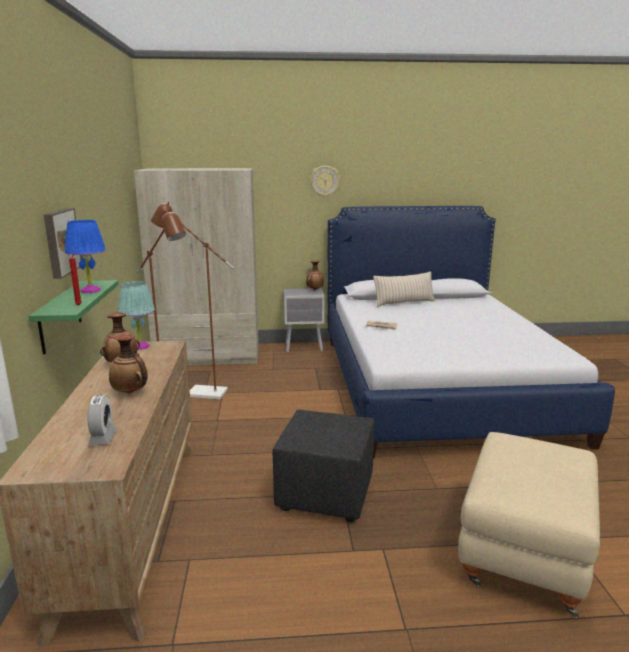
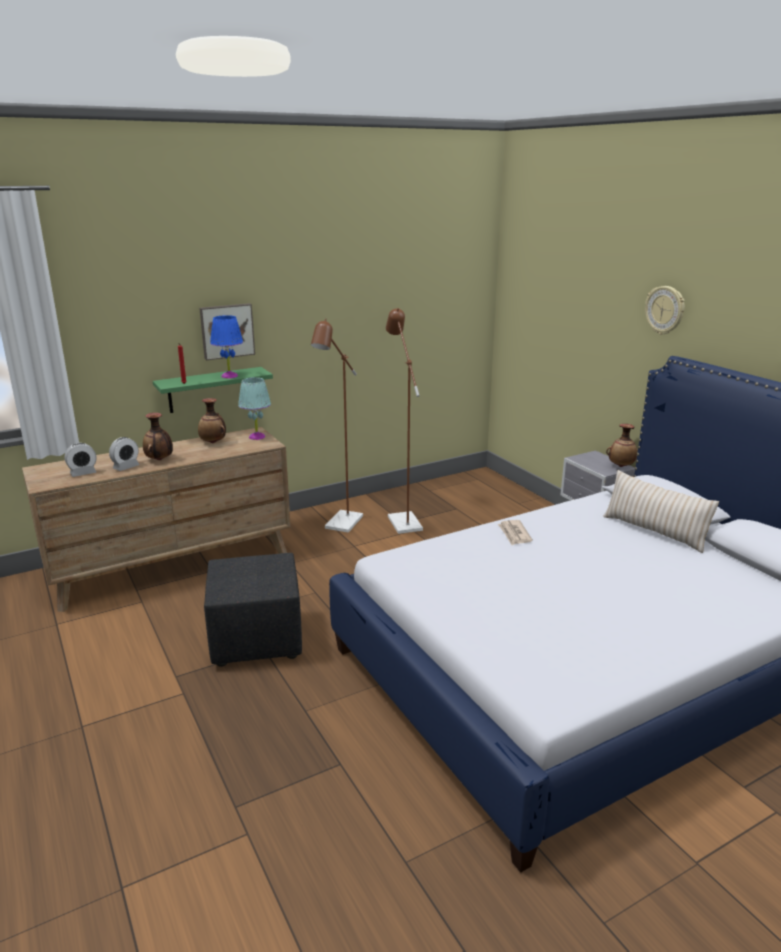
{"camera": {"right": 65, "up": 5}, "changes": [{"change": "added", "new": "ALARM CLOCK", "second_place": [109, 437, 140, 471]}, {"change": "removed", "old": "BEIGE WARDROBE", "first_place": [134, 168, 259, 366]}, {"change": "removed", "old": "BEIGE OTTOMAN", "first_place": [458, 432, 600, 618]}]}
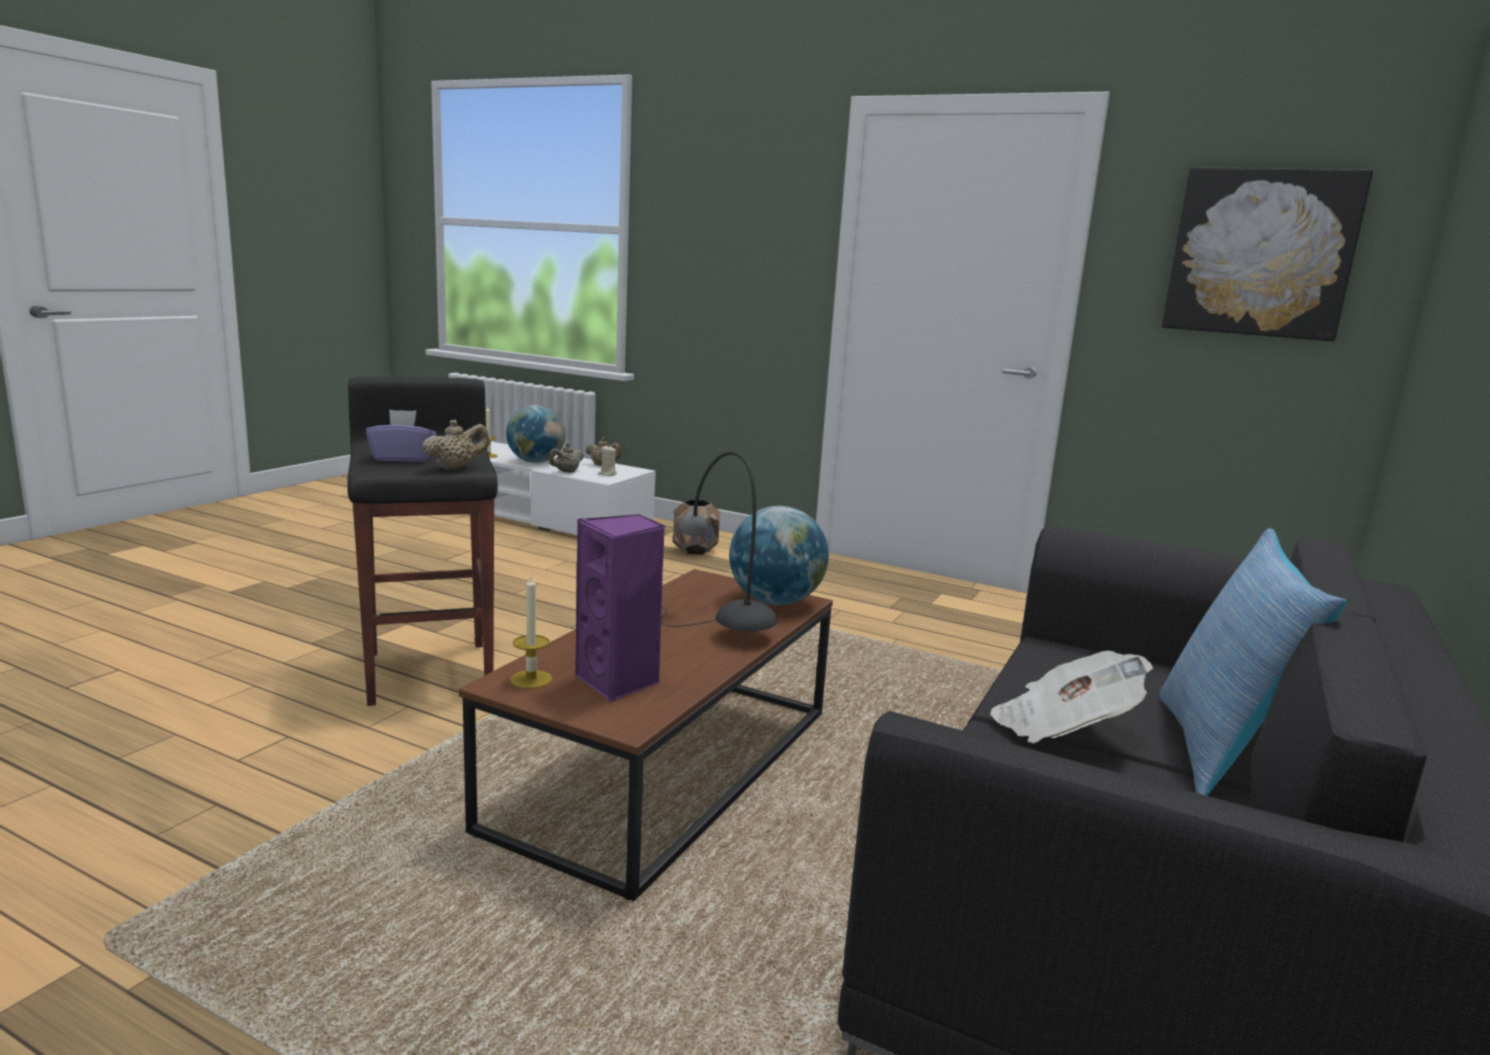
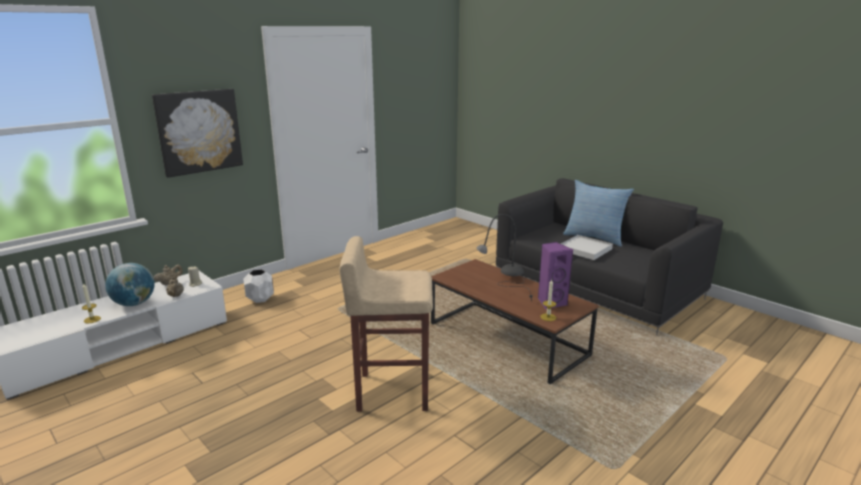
{"camera": {"right": -70, "up": 5}, "changes": [{"change": "moved", "old": "PICTURE", "first_place": [1162, 167, 1373, 341], "second_place": [152, 89, 243, 178]}, {"change": "recoloured", "old": "BROWN PLANTER", "new": "WHITE PLANTER", "first_place": [672, 500, 720, 554], "second_place": [243, 269, 274, 303]}, {"change": "recoloured", "old": "BLACK STOOL", "new": "BEIGE STOOL", "first_place": [347, 377, 498, 706], "second_place": [340, 236, 433, 412]}, {"change": "replaced", "old": "NEWSPAPER", "new": "WHITE TRAY", "first_place": [990, 650, 1153, 743], "second_place": [561, 235, 613, 260]}, {"change": "removed", "old": "PURPLE TISSUE BOX", "first_place": [366, 410, 436, 462]}, {"change": "removed", "old": "BEIGE TEAPOT", "first_place": [422, 419, 489, 470]}, {"change": "removed", "old": "GLOBE", "first_place": [729, 506, 829, 605]}]}
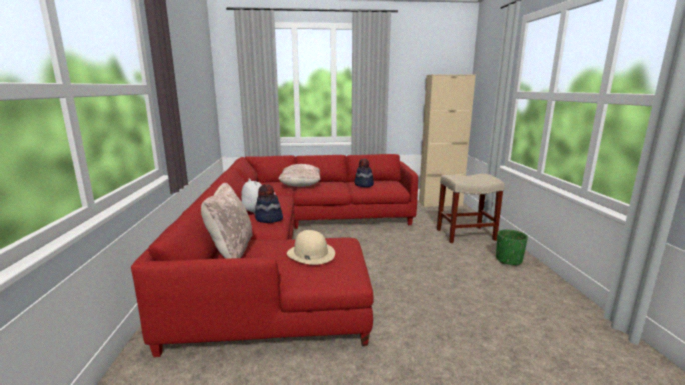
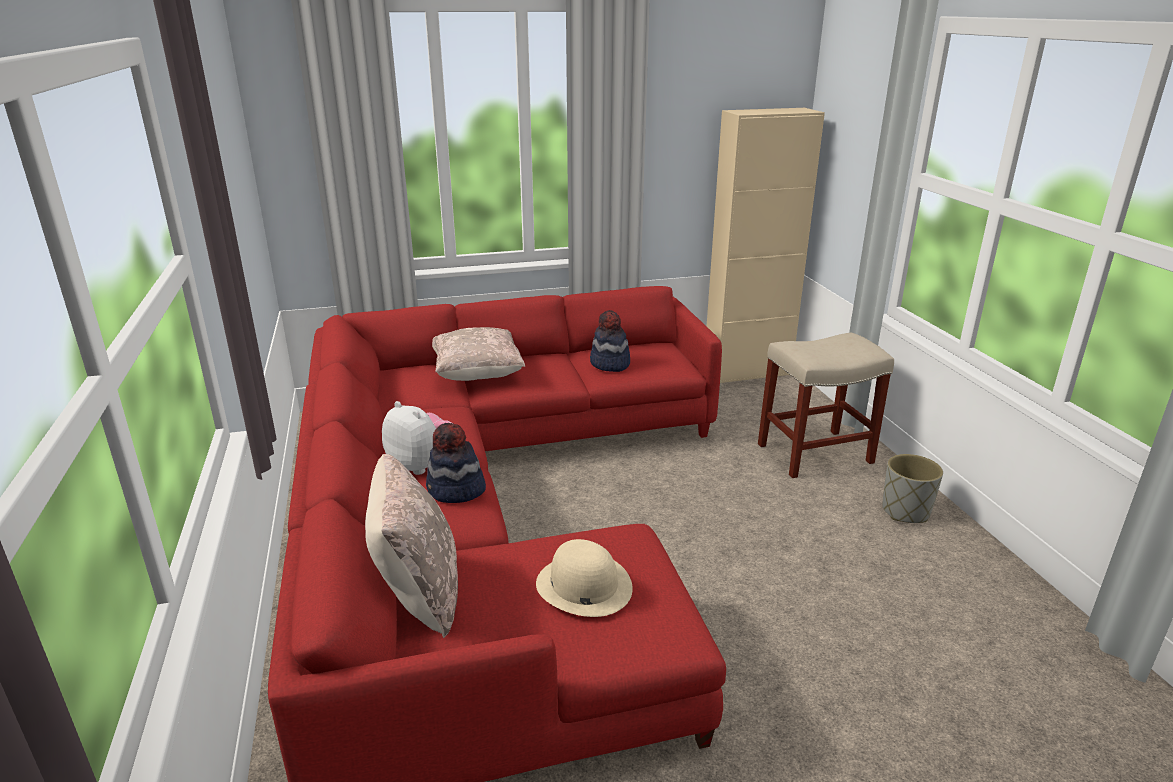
{"camera": {"right": -10, "up": 10}, "changes": [{"change": "recoloured", "old": "GREEN PLANTER", "new": "GREY PLANTER", "first_place": [496, 229, 528, 265], "second_place": [882, 454, 943, 523]}]}
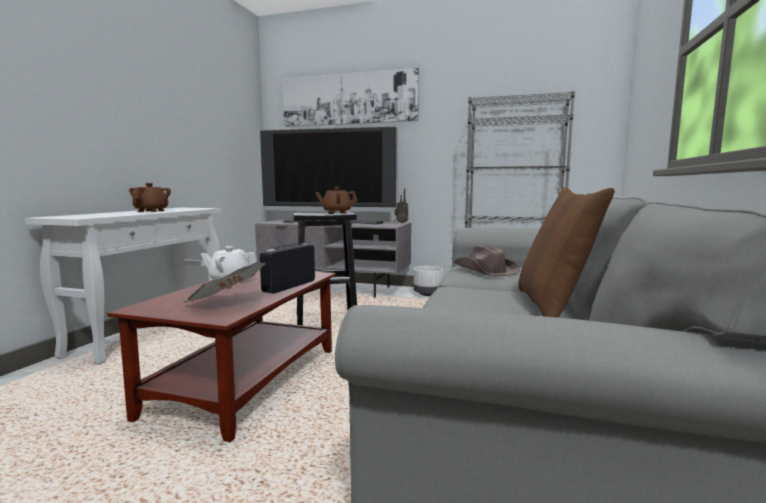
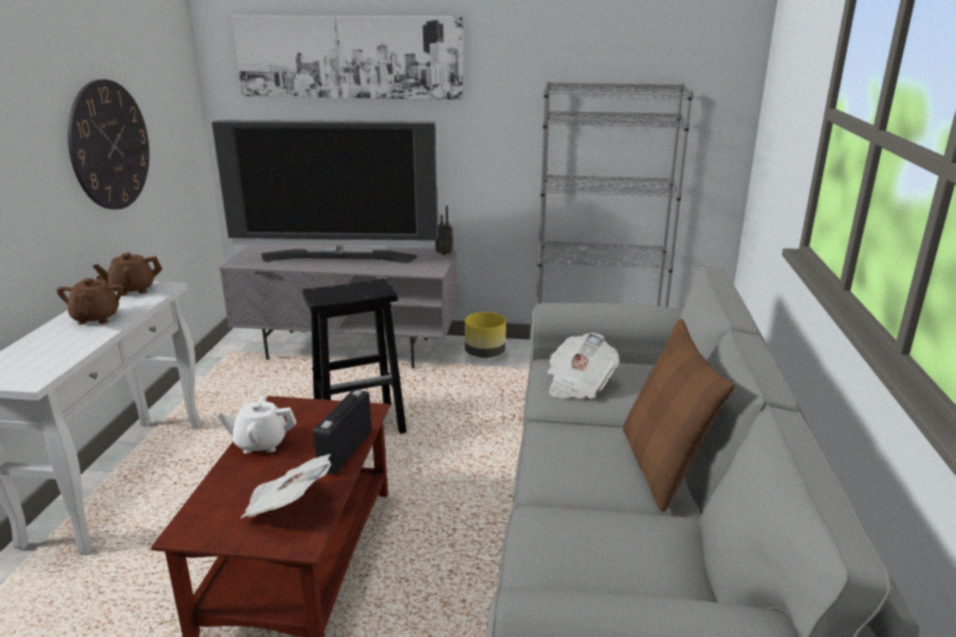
{"camera": {"right": -10, "up": 15}, "changes": [{"change": "added", "new": "WALL CLOCK", "second_place": [68, 79, 149, 210]}, {"change": "moved", "old": "BROWN TEAPOT", "first_place": [315, 187, 357, 214], "second_place": [93, 252, 162, 296]}, {"change": "recoloured", "old": "WHITE PLANTER", "new": "YELLOW PLANTER", "first_place": [414, 266, 443, 296], "second_place": [465, 312, 506, 358]}, {"change": "replaced", "old": "BROWN HAT", "new": "NEWSPAPER", "first_place": [454, 245, 520, 276], "second_place": [547, 333, 619, 399]}]}
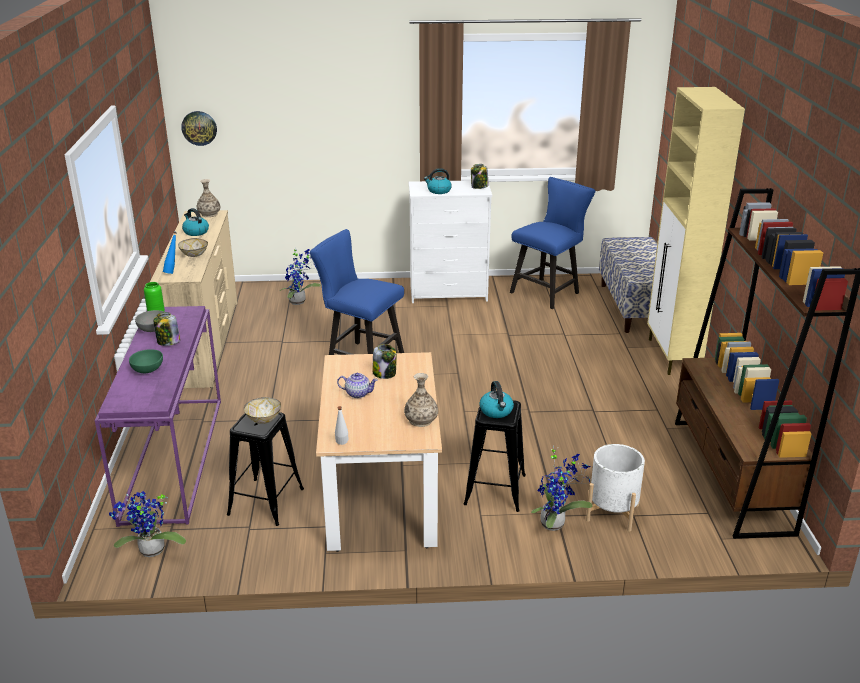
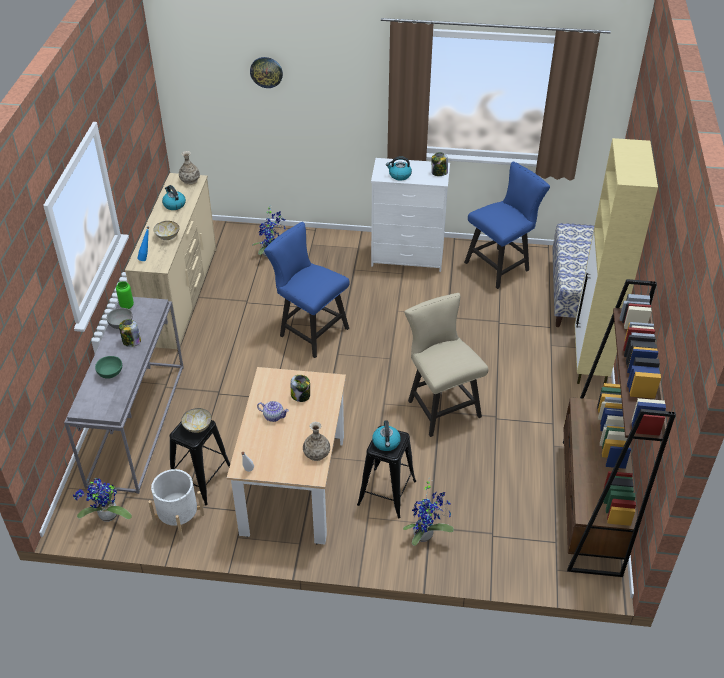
{"camera": {"right": 10, "up": 15}, "changes": [{"change": "recoloured", "old": "PURPLE CONSOLE TABLE", "new": "GREY CONSOLE TABLE", "first_place": [95, 306, 221, 527], "second_place": [64, 297, 184, 494]}, {"change": "moved", "old": "WHITE PLANTER", "first_place": [586, 444, 645, 532], "second_place": [148, 469, 205, 540]}, {"change": "moved", "old": "WALL CLOCK", "first_place": [181, 111, 217, 146], "second_place": [250, 57, 283, 88]}, {"change": "added", "new": "BEIGE CHAIR", "second_place": [404, 293, 488, 437]}]}
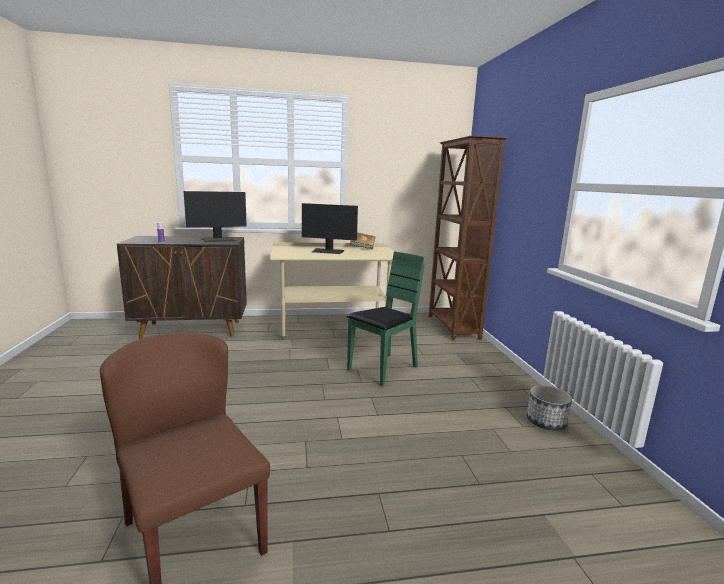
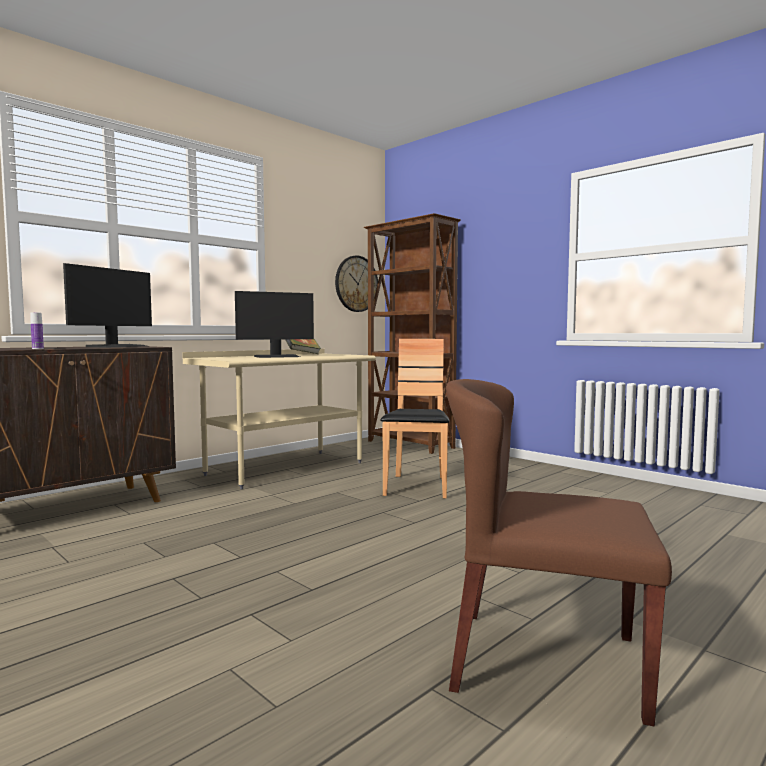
{"camera": {"right": -35, "up": -10}, "changes": [{"change": "added", "new": "WALL CLOCK", "second_place": [335, 256, 378, 312]}, {"change": "recoloured", "old": "GREEN CHAIR", "new": "BROWN CHAIR", "first_place": [347, 251, 425, 386], "second_place": [380, 339, 450, 499]}, {"change": "removed", "old": "PLANTER", "first_place": [527, 385, 572, 430]}]}
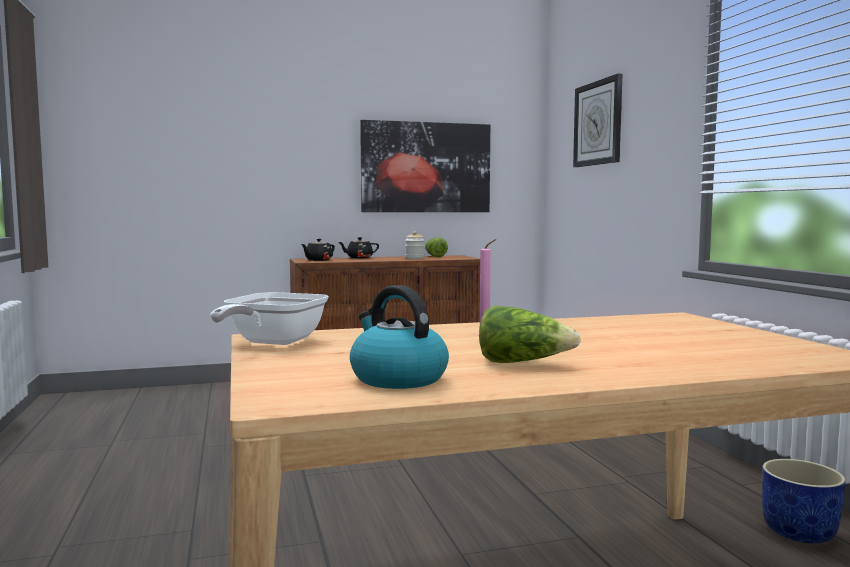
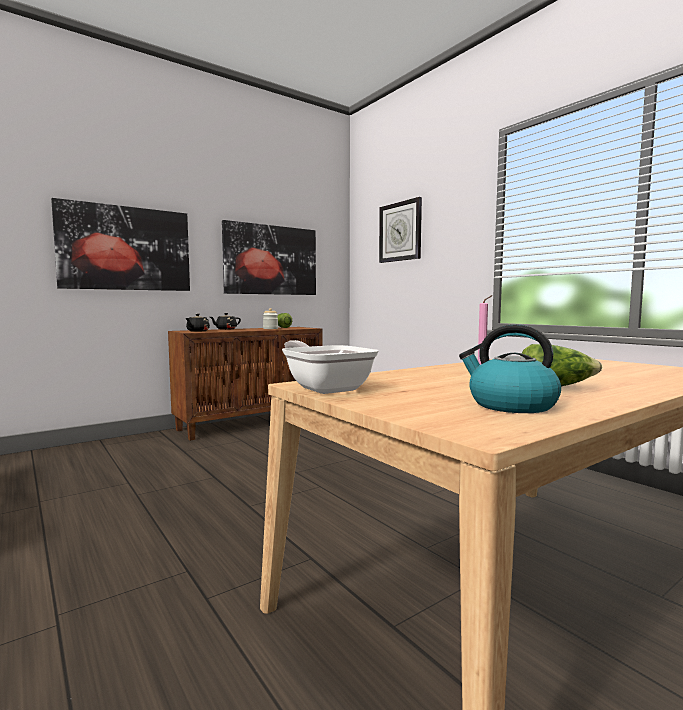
{"camera": {"right": -20, "up": 0}, "changes": [{"change": "added", "new": "PICTURE", "second_place": [51, 198, 190, 291]}, {"change": "turned", "old": "FRYING PAN", "first_place": [210, 292, 329, 345], "second_place": [282, 340, 379, 394], "degrees": 150}, {"change": "removed", "old": "BLUE PLANTER", "first_place": [762, 459, 846, 543]}]}
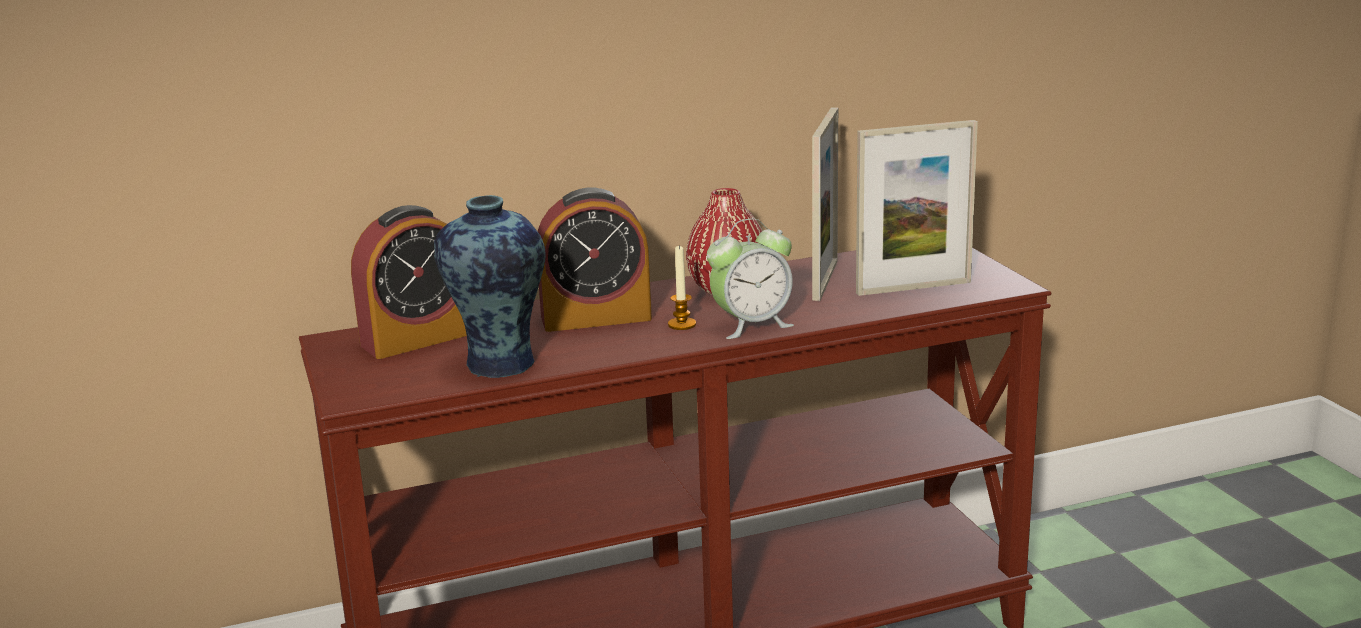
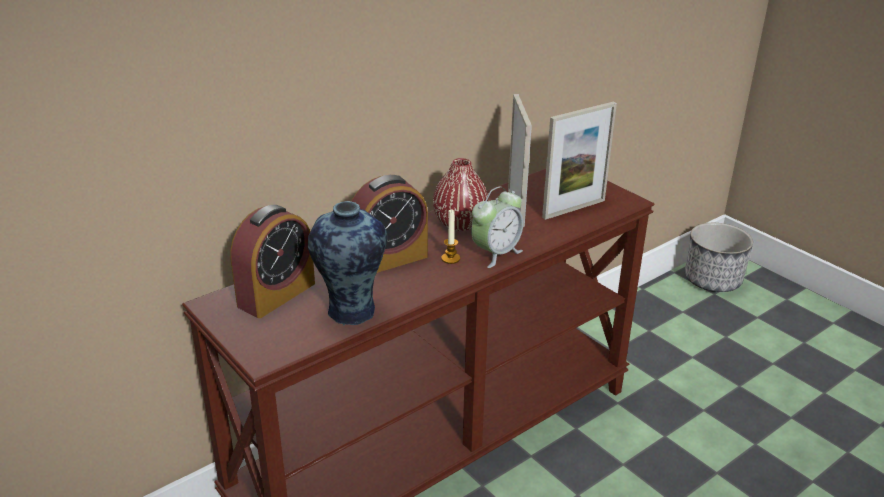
{"camera": {"right": -20, "up": 10}, "changes": [{"change": "added", "new": "PLANTER", "second_place": [685, 223, 753, 292]}]}
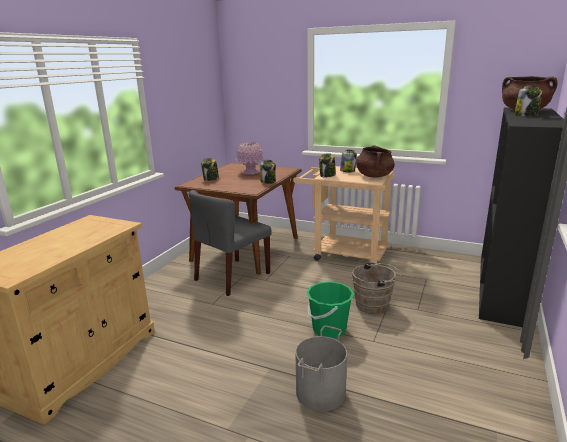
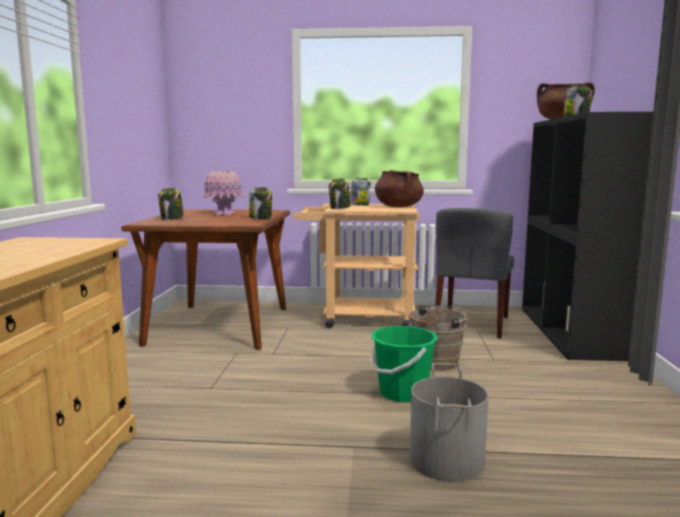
{"camera": {"right": -20, "up": -10}, "changes": [{"change": "moved", "old": "GREY CHAIR", "first_place": [189, 190, 272, 296], "second_place": [435, 208, 514, 339]}]}
